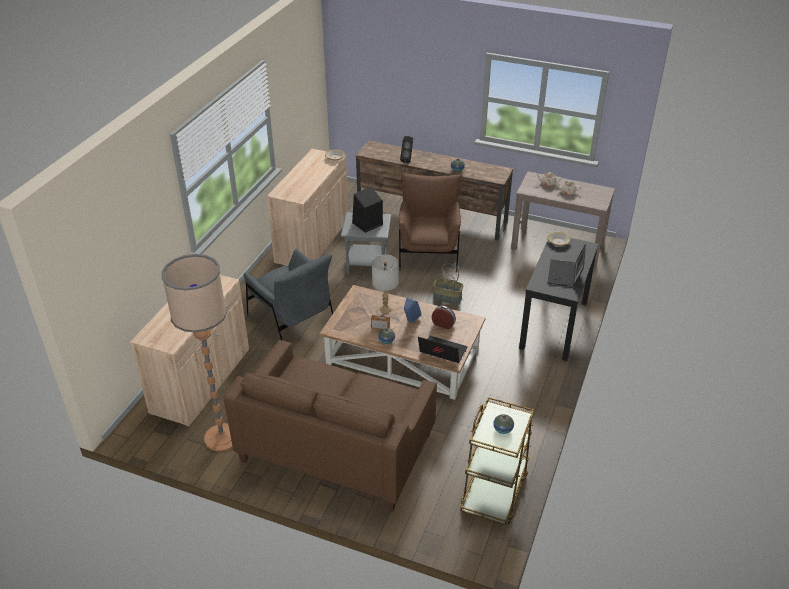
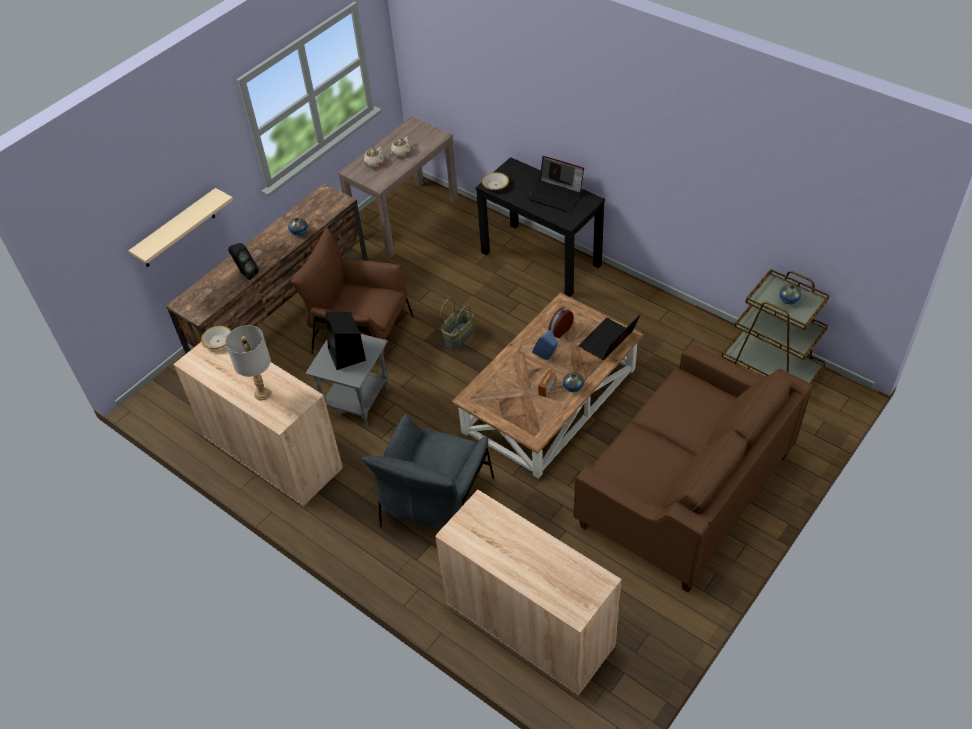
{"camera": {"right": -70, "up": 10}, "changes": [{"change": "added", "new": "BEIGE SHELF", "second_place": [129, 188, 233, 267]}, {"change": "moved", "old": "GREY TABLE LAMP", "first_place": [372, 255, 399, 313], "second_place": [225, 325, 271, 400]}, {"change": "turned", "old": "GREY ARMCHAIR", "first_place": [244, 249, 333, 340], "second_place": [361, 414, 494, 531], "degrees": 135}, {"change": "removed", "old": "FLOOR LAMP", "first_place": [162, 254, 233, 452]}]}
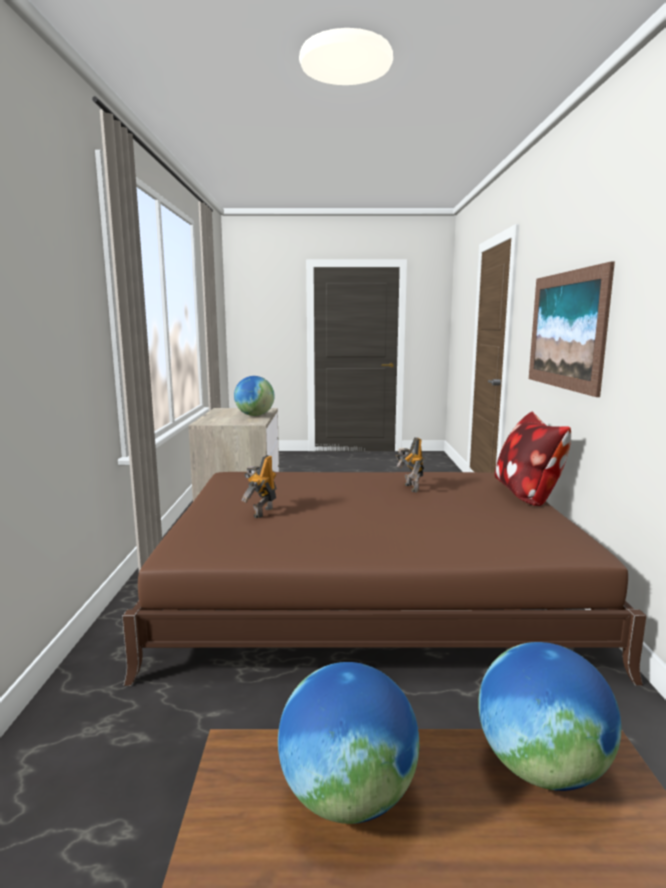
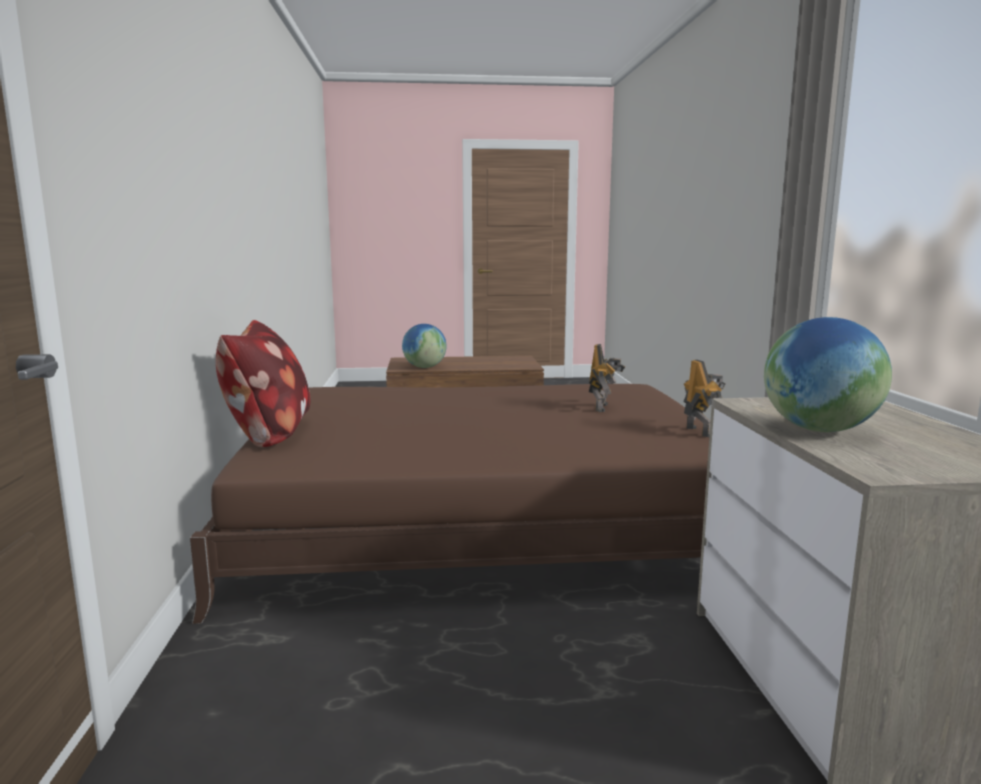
{"camera": {"right": 175, "up": 0}, "changes": [{"change": "moved", "old": "TOY ROBOT", "first_place": [395, 437, 424, 492], "second_place": [683, 360, 726, 437]}, {"change": "removed", "old": "GLOBE", "first_place": [278, 662, 419, 824]}, {"change": "removed", "old": "PICTURE", "first_place": [529, 262, 615, 397]}]}
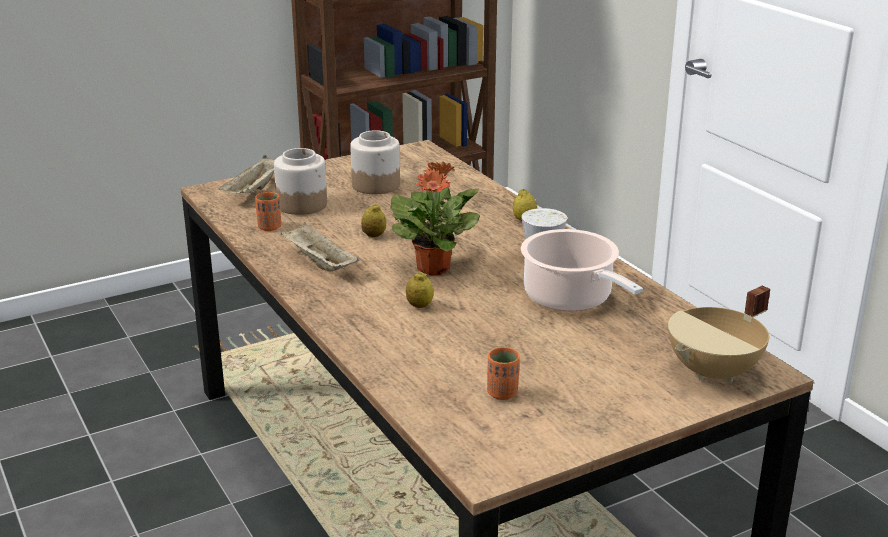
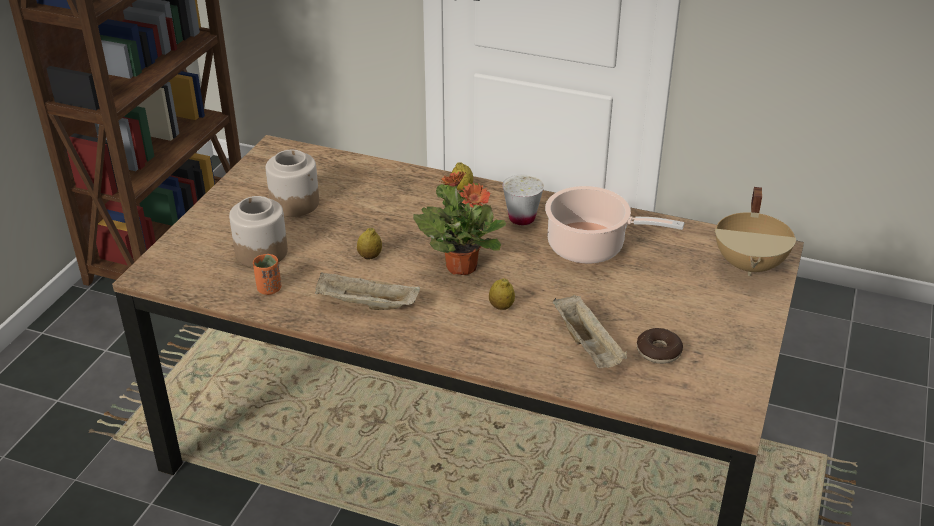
{"camera": {"right": -40, "up": 10}, "changes": [{"change": "moved", "old": "BEIGE TRAY", "first_place": [219, 155, 275, 194], "second_place": [553, 295, 627, 368]}, {"change": "replaced", "old": "ORANGE CUP", "new": "DONUT", "first_place": [487, 347, 520, 400], "second_place": [637, 328, 683, 364]}]}
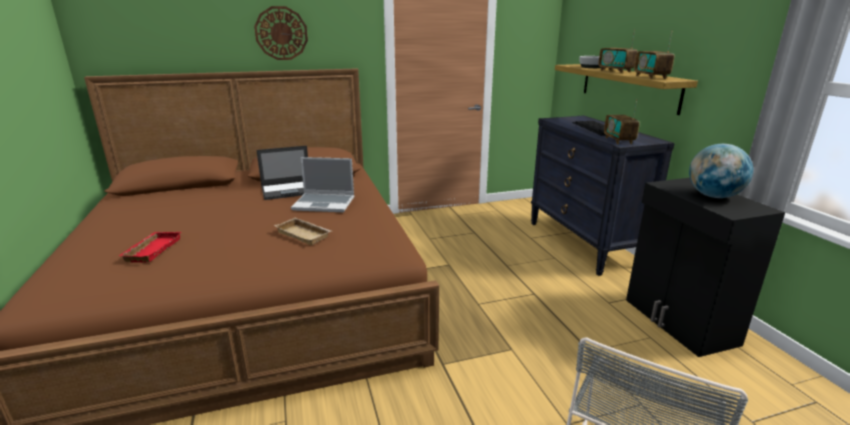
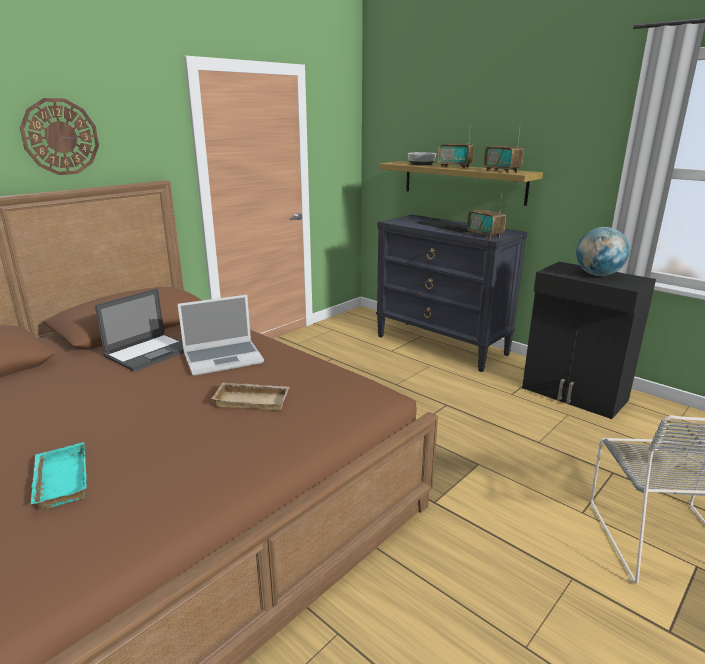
{"camera": {"right": -30, "up": 0}, "changes": [{"change": "recoloured", "old": "RED TRAY", "new": "TURQUOISE TRAY", "first_place": [119, 232, 181, 262], "second_place": [30, 442, 87, 510]}]}
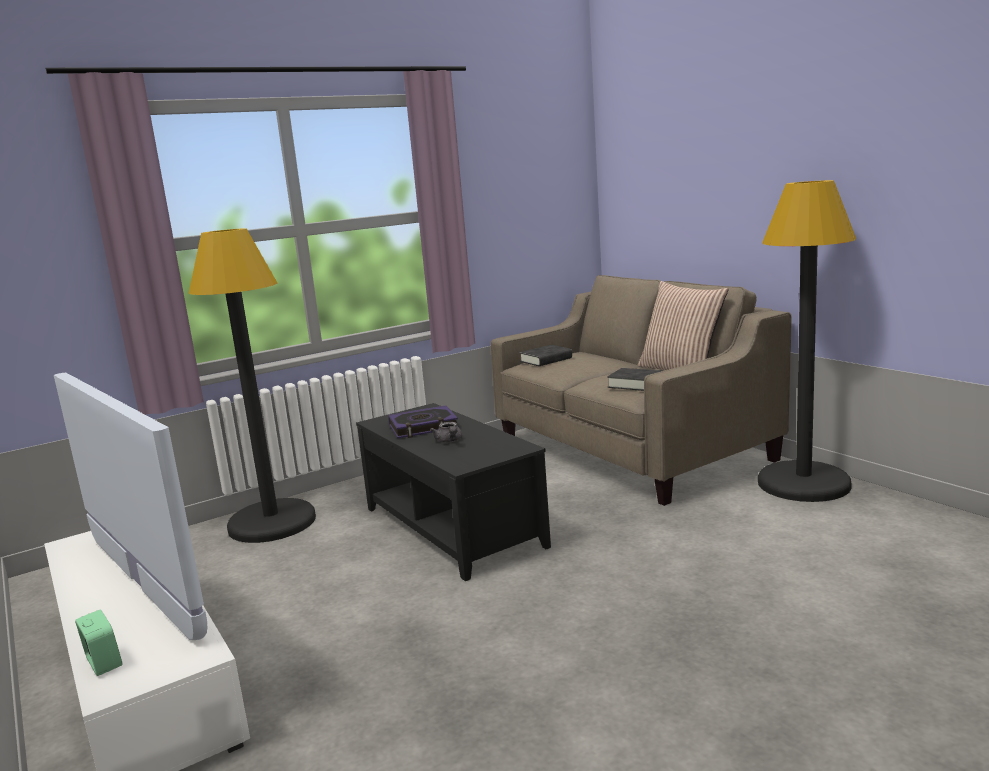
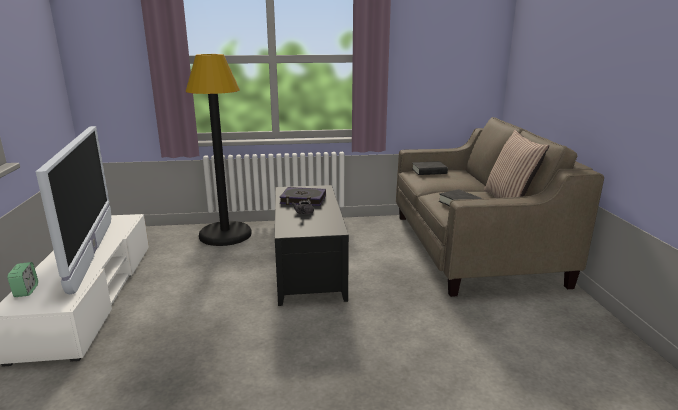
{"camera": {"right": 25, "up": 5}, "changes": [{"change": "removed", "old": "BLACK FLOOR LAMP", "first_place": [758, 180, 856, 502]}]}
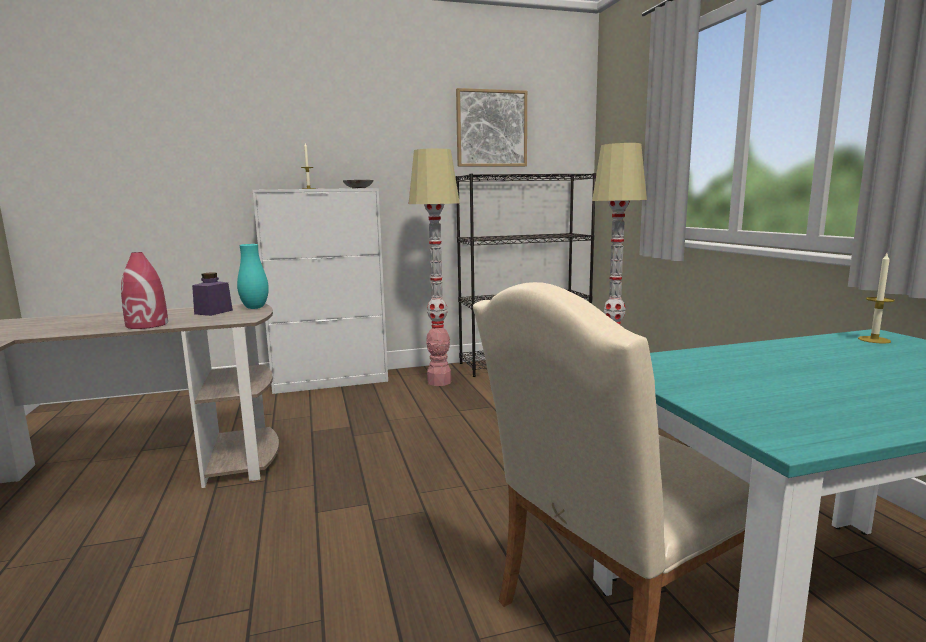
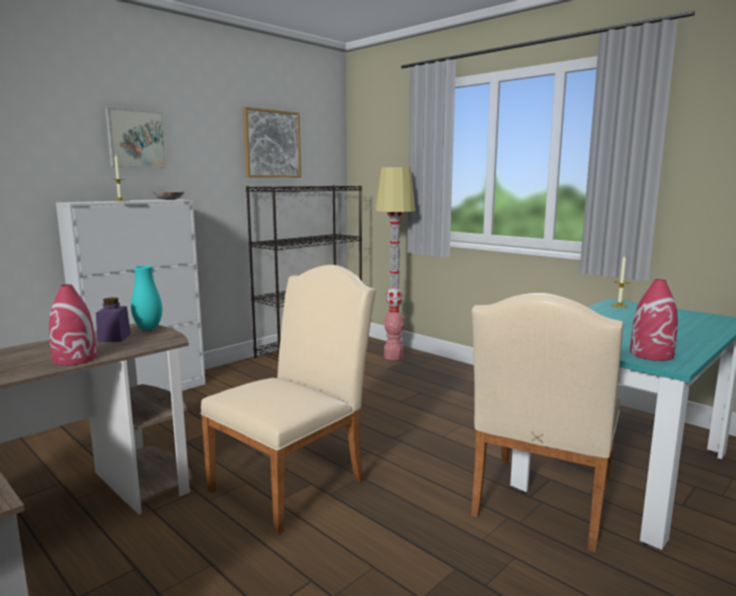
{"camera": {"right": -30, "up": 0}, "changes": [{"change": "added", "new": "PICTURE", "second_place": [105, 108, 167, 167]}, {"change": "added", "new": "BEIGE CHAIR", "second_place": [200, 265, 376, 535]}, {"change": "added", "new": "RED VASE", "second_place": [630, 279, 678, 361]}, {"change": "removed", "old": "FLOOR LAMP", "first_place": [409, 148, 460, 386]}]}
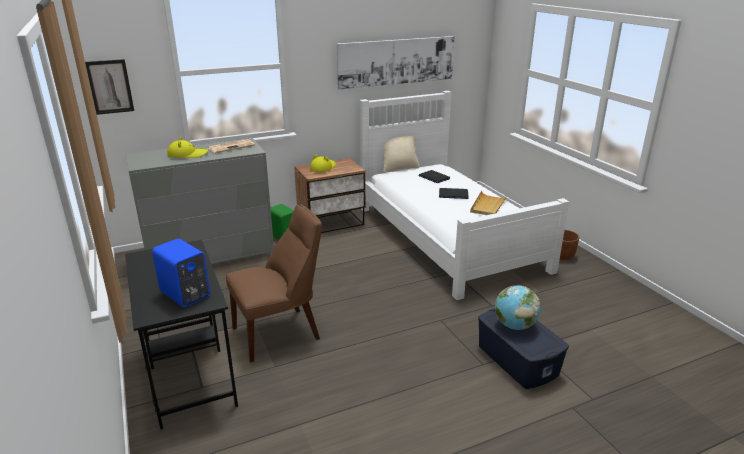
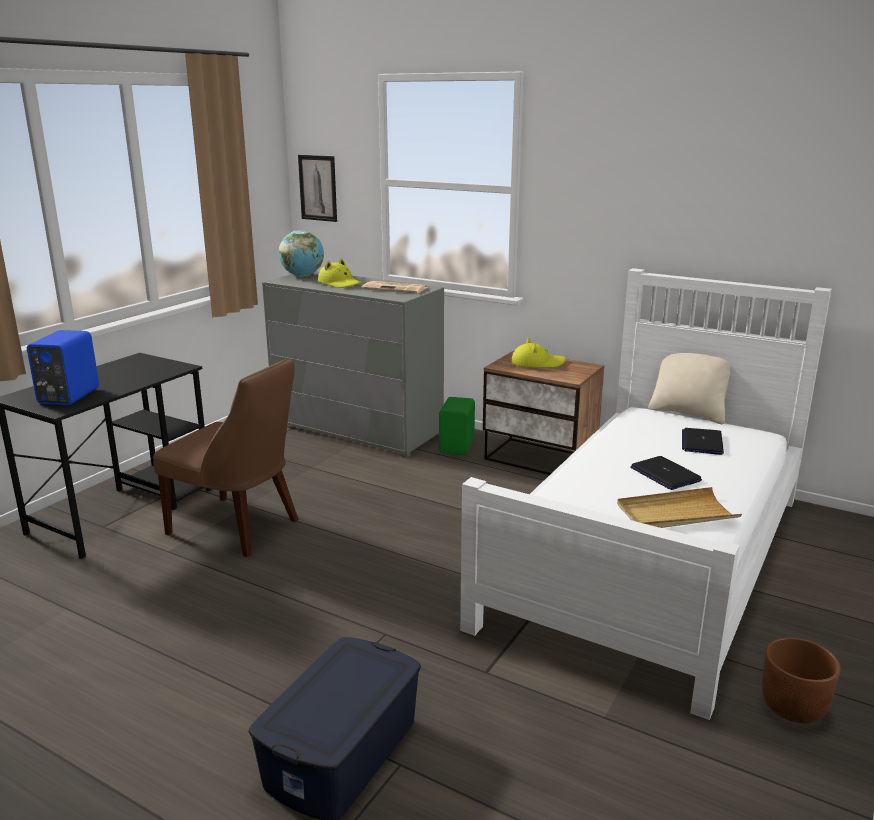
{"camera": {"right": 55, "up": -5}, "changes": [{"change": "moved", "old": "GLOBE", "first_place": [495, 285, 541, 330], "second_place": [279, 230, 324, 277]}, {"change": "removed", "old": "PICTURE", "first_place": [337, 36, 455, 90]}]}
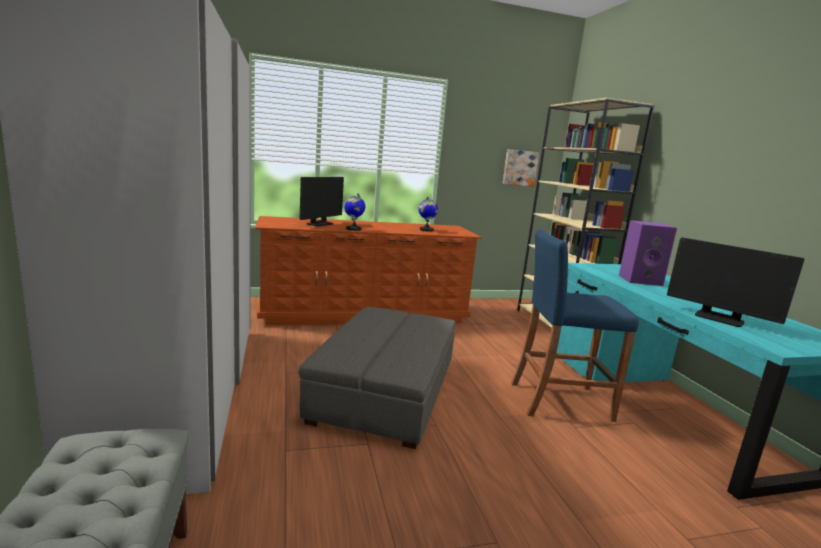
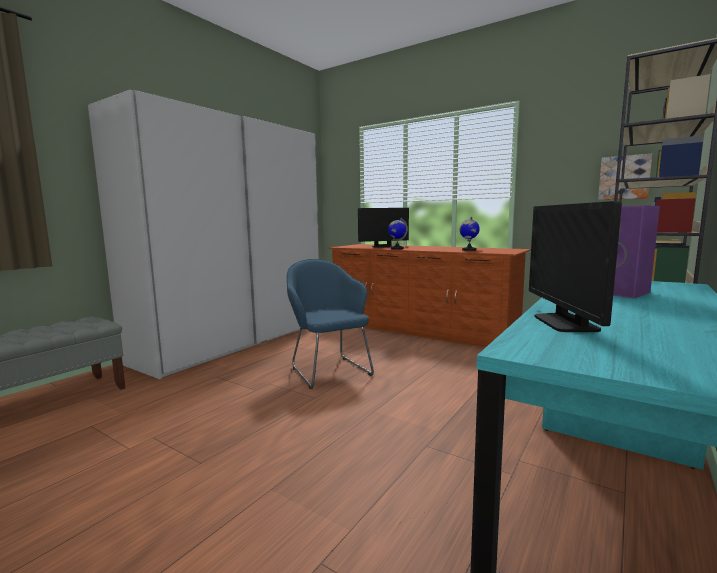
{"camera": {"right": 50, "up": -5}, "changes": [{"change": "replaced", "old": "GREY OTTOMAN", "new": "BLUE ARMCHAIR", "first_place": [299, 307, 456, 449], "second_place": [287, 259, 374, 389]}, {"change": "removed", "old": "BLUE STOOL", "first_place": [511, 229, 639, 422]}]}
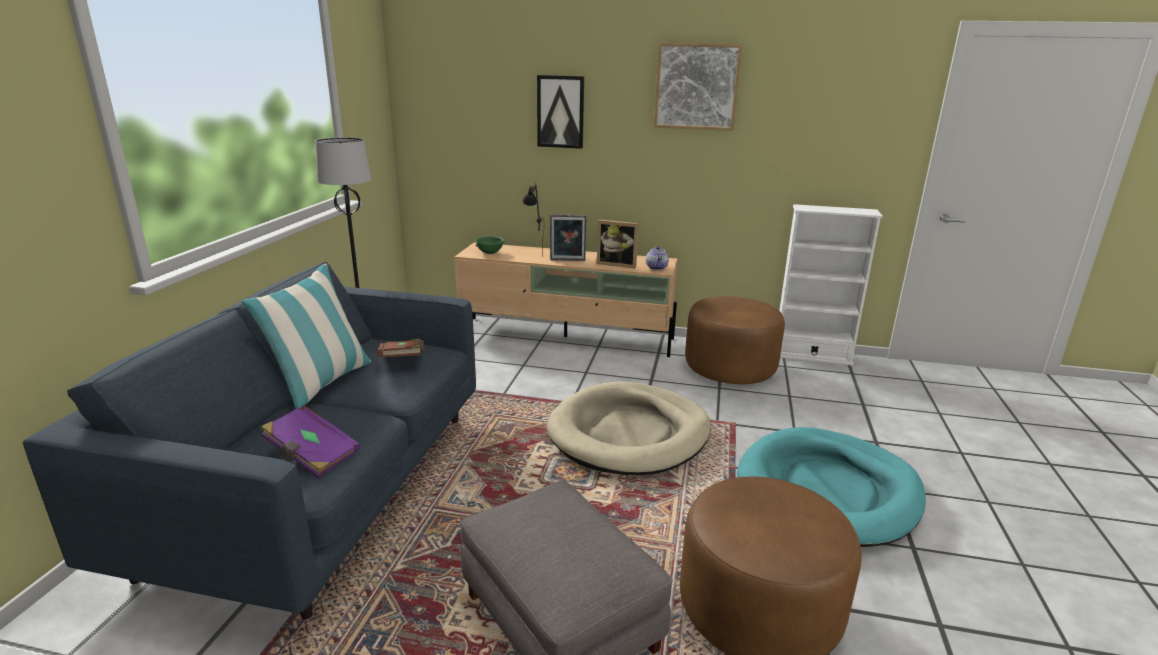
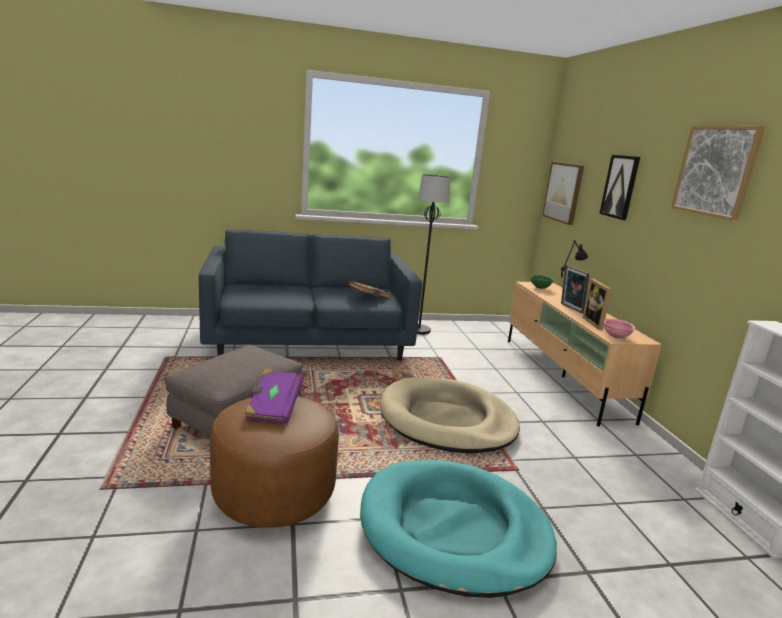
{"camera": {"right": 65, "up": -5}, "changes": [{"change": "moved", "old": "PURPLE BOOK", "first_place": [261, 405, 360, 478], "second_place": [245, 369, 304, 423]}, {"change": "added", "new": "PICTURE", "second_place": [542, 162, 584, 225]}, {"change": "replaced", "old": "TEAPOT", "new": "PINK BOWL", "first_place": [646, 246, 669, 270], "second_place": [604, 319, 635, 338]}, {"change": "removed", "old": "PILLOW", "first_place": [242, 264, 371, 409]}, {"change": "removed", "old": "BROWN OTTOMAN", "first_place": [685, 296, 785, 384]}]}
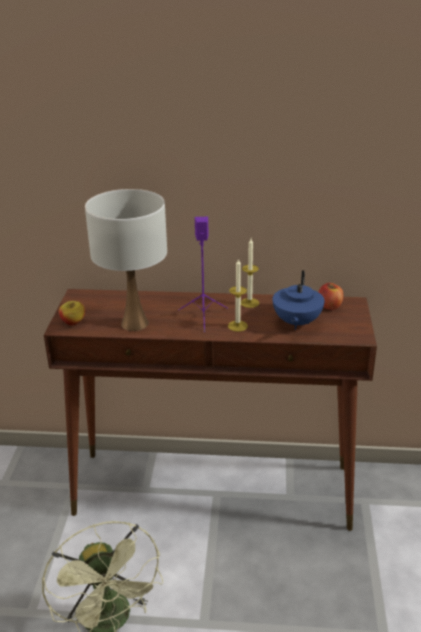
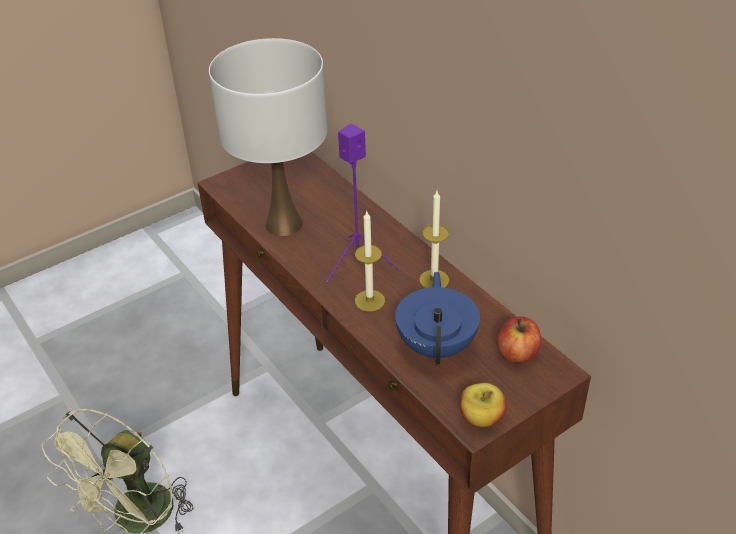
{"camera": {"right": 50, "up": 10}, "changes": [{"change": "turned", "old": "BLUE TEAPOT", "first_place": [273, 270, 325, 330], "second_place": [395, 272, 480, 365], "degrees": 120}, {"change": "moved", "old": "APPLE", "first_place": [59, 301, 85, 326], "second_place": [460, 383, 506, 428]}]}
